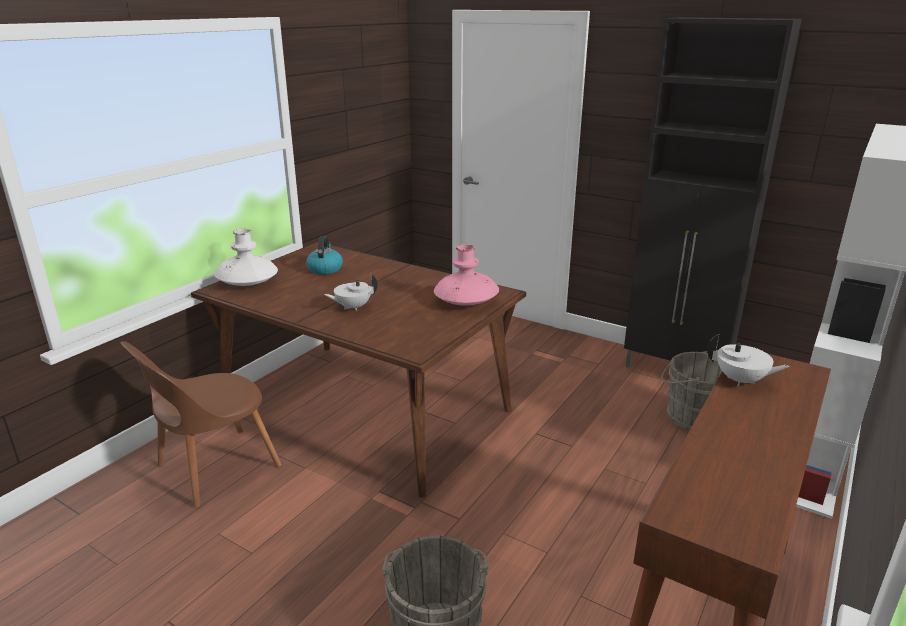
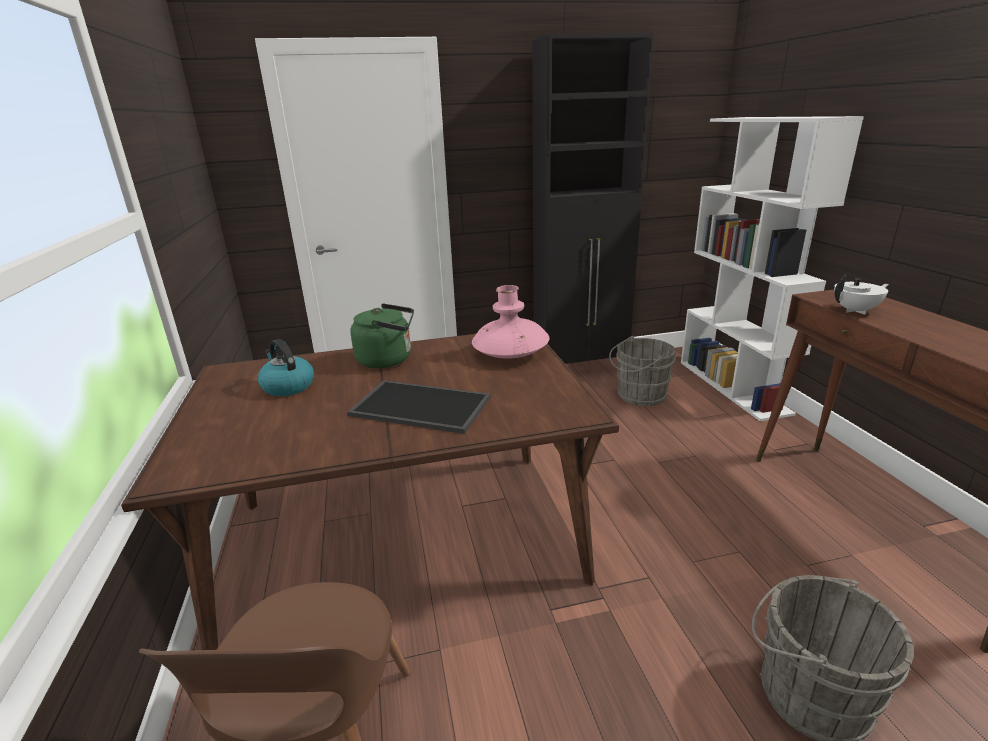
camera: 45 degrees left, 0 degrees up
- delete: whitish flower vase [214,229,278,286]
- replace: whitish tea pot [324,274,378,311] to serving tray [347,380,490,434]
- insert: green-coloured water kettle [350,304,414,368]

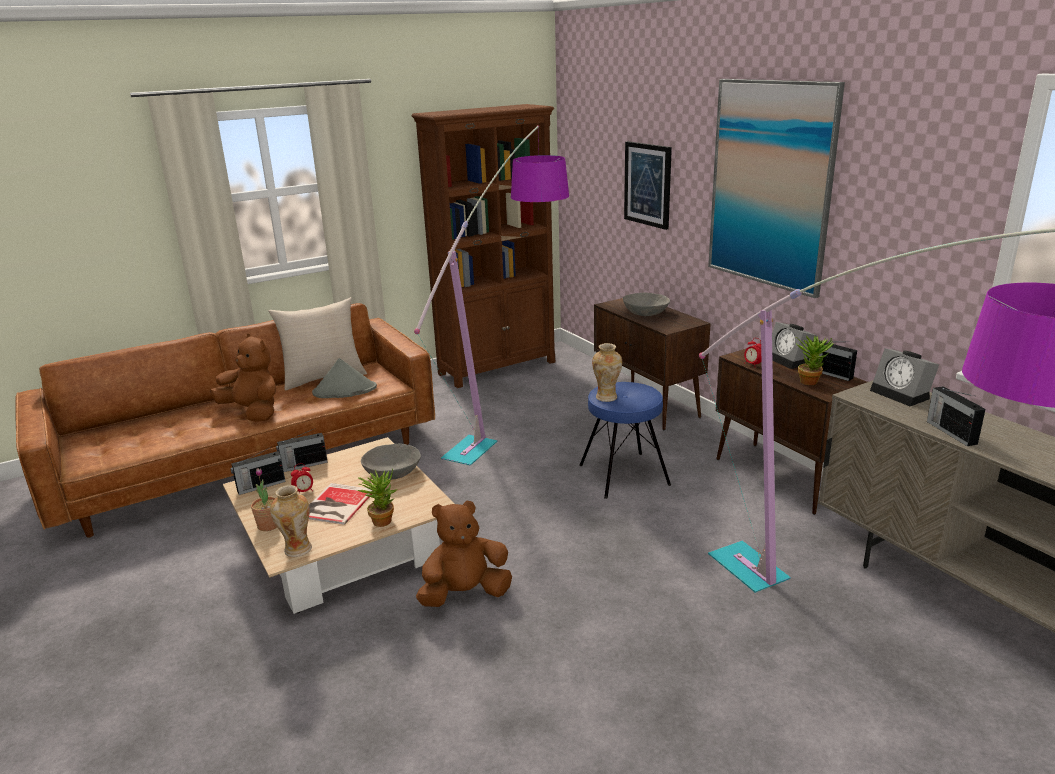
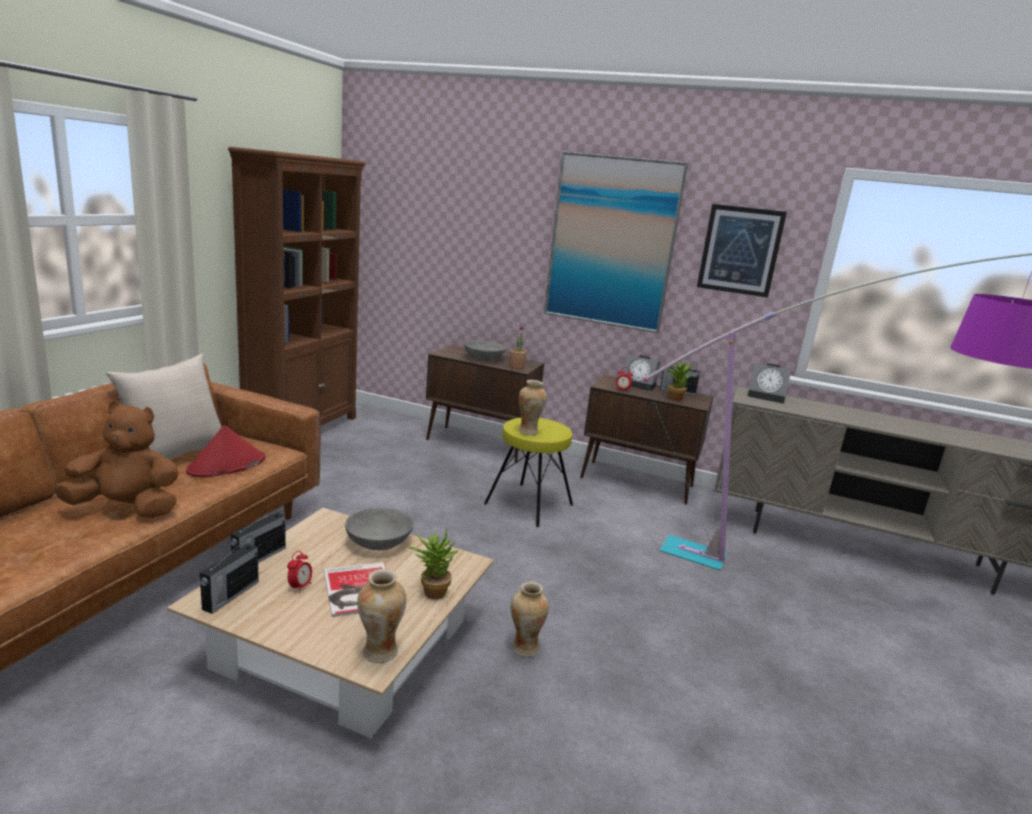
camera: 40 degrees left, 5 degrees down
- delete: standard lamp [414,125,569,466]
- move: wall art [624,141,672,230] to [697,204,787,297]
- recolor: gray clothing hat [312,358,377,398] to reddish clothing hat [186,425,265,477]
- recolor: blue stool seat [579,382,671,499] to yellow stool seat [484,418,573,527]
- delete: radio [927,386,985,446]
- move: houseplant [251,468,277,531] to [510,325,527,369]
- replace: brown plush toy [416,500,512,607] to flower vase [511,581,549,657]

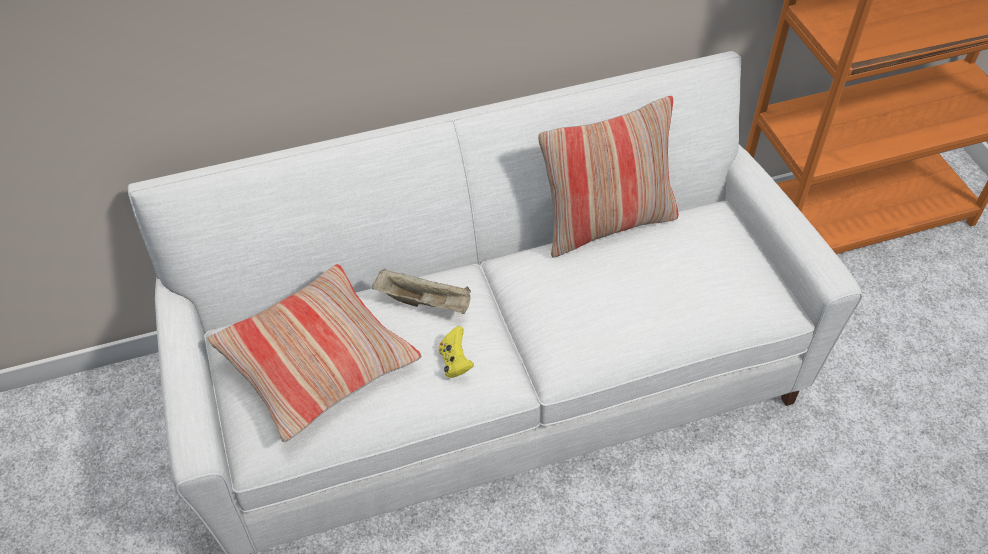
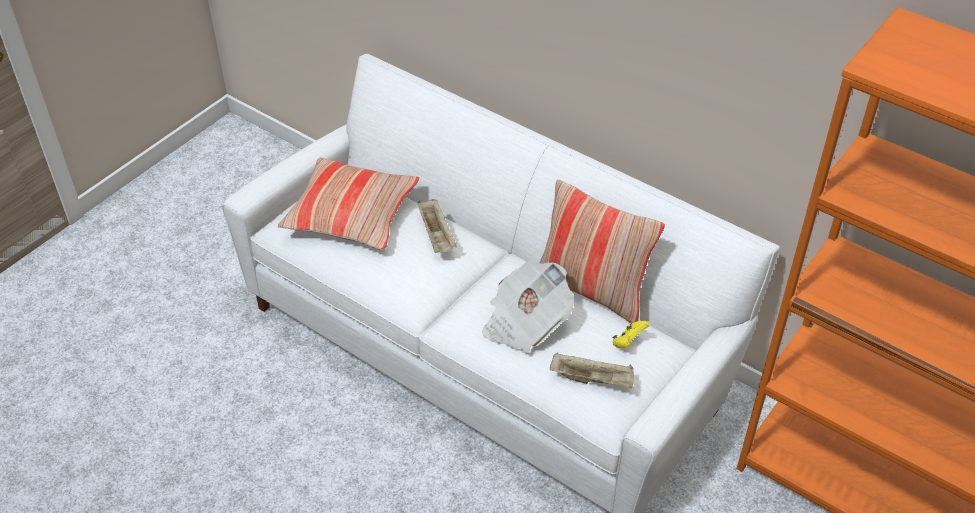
camera: 55 degrees right, 5 degrees down
- move: yellow joypad [438,326,474,378] to [613,321,650,349]
- insert: daily paper [482,261,574,353]
- insert: beige-coloured serving tray [550,353,634,388]

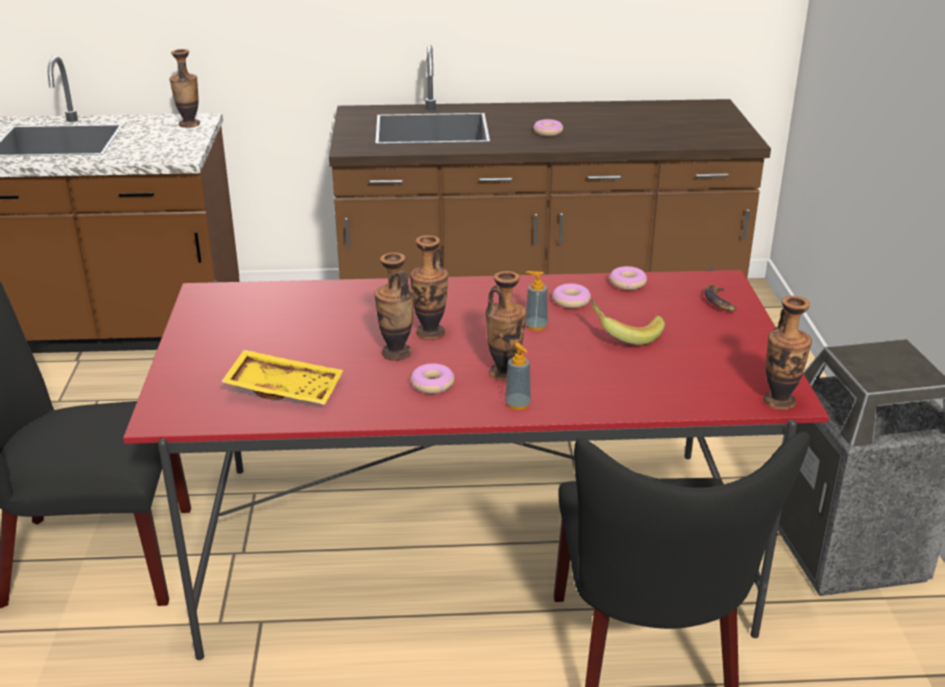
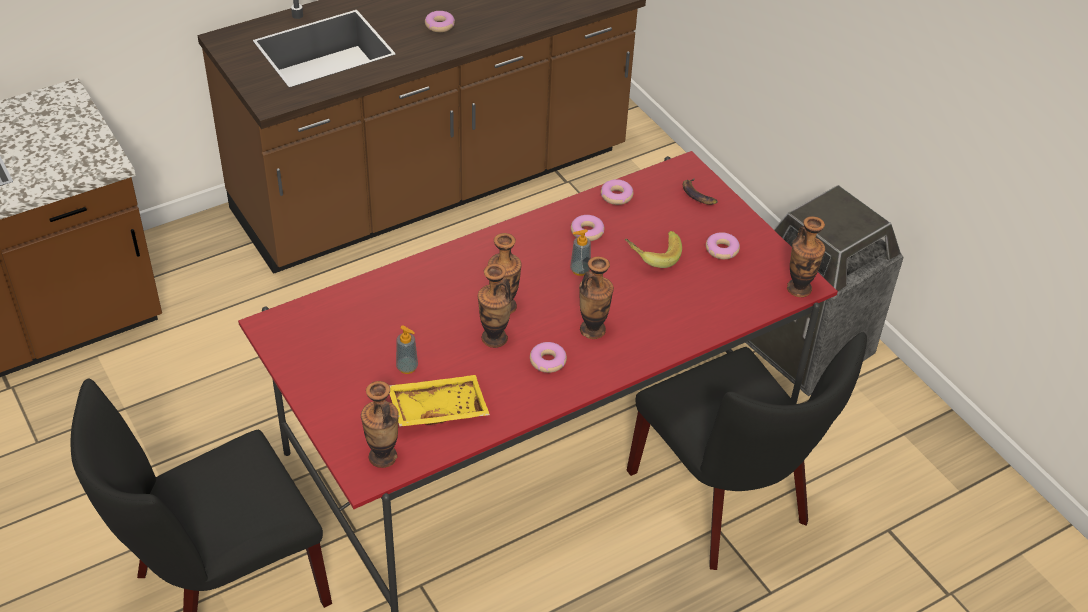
camera: 30 degrees left, 15 degrees up
- move: flower vase [169,49,200,128] to [361,381,399,468]
- move: soap bottle [505,343,531,410] to [396,325,418,374]
- insert: doughnut [706,232,740,259]

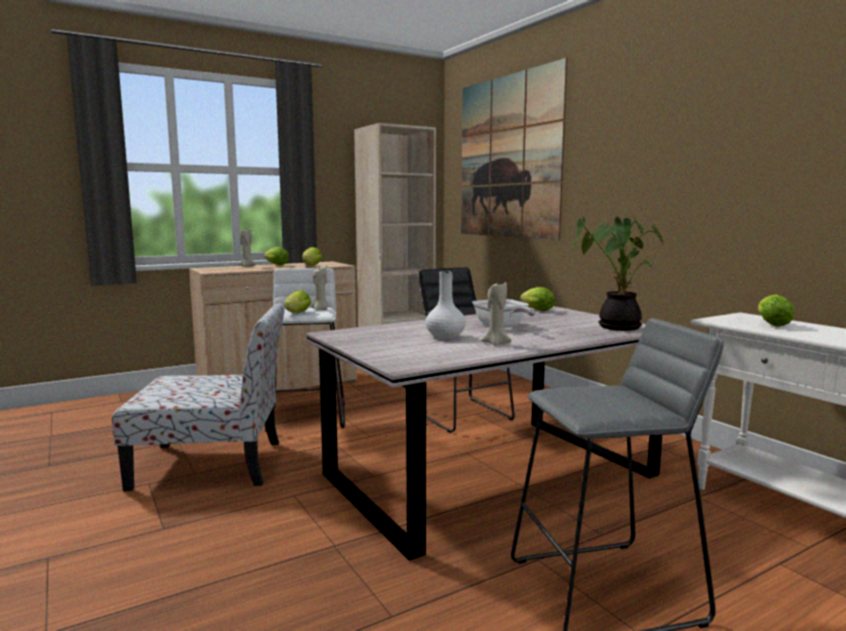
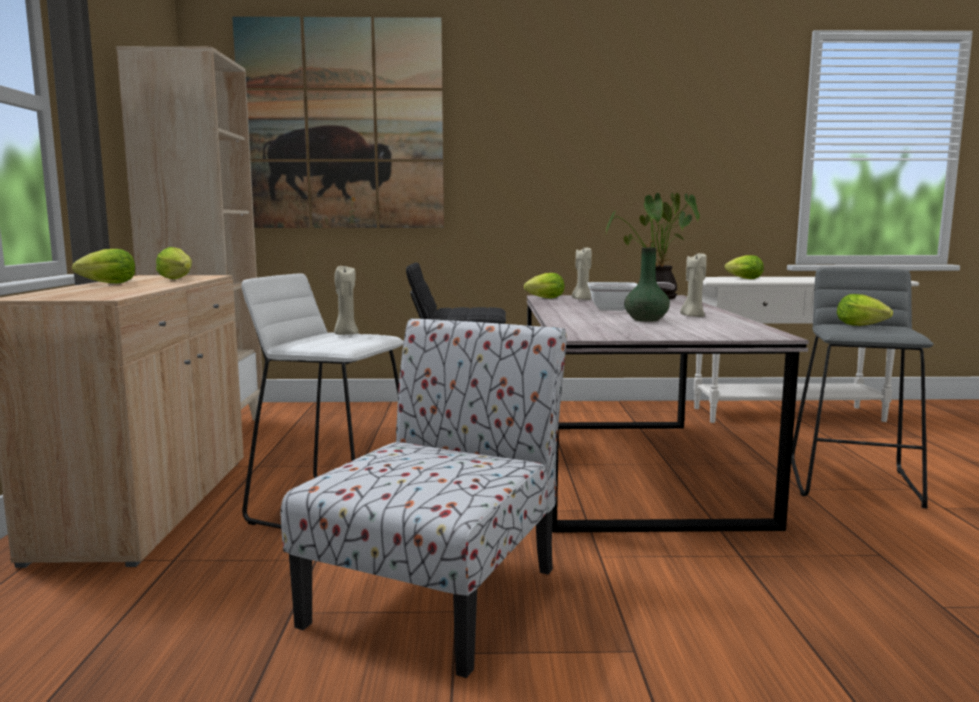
camera: 60 degrees left, 0 degrees up
- move: beige-coloured wax candle [238,229,256,267] to [572,248,592,300]
- recolor: whitish flower vase [426,271,466,339] to green-coloured flower vase [624,247,670,322]
- move: lettuce head [284,290,311,313] to [837,294,893,326]

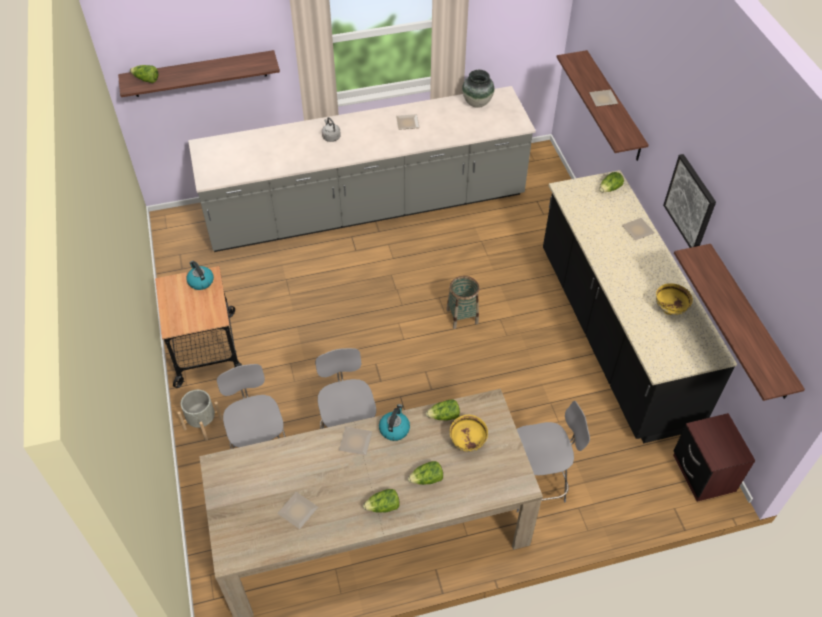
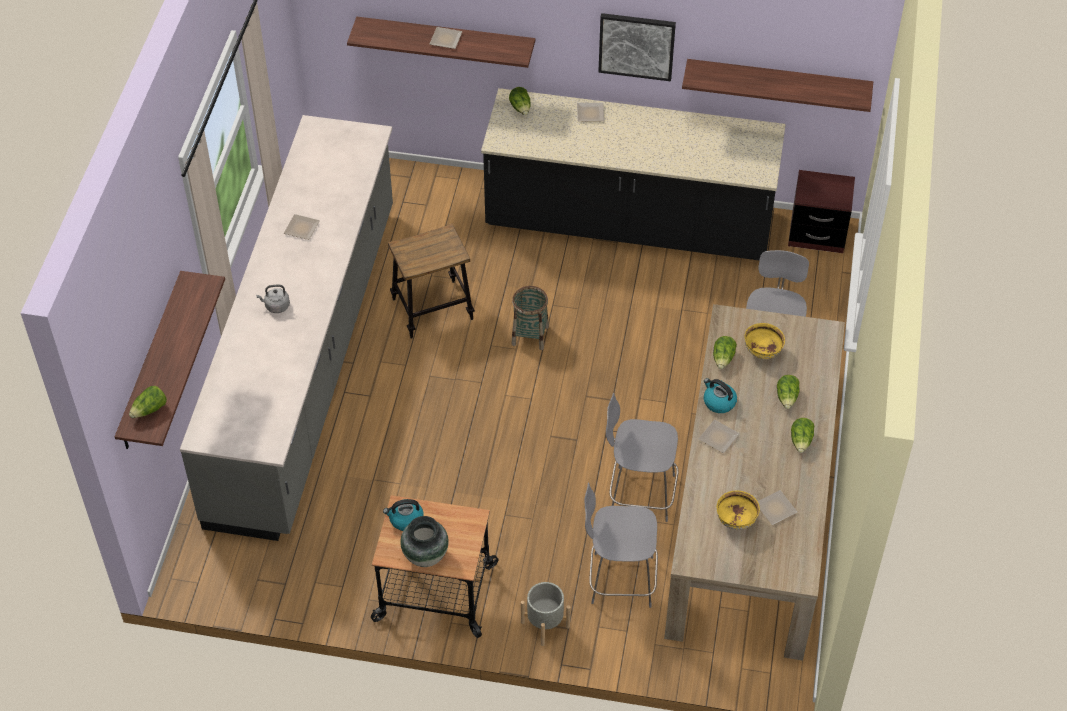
camera: 65 degrees left, 0 degrees up
- move: flower vase [462,70,494,108] to [400,516,449,567]
- move: yellow serving bowl [656,283,693,315] to [716,491,760,530]
- insert: stool seat [388,224,475,339]

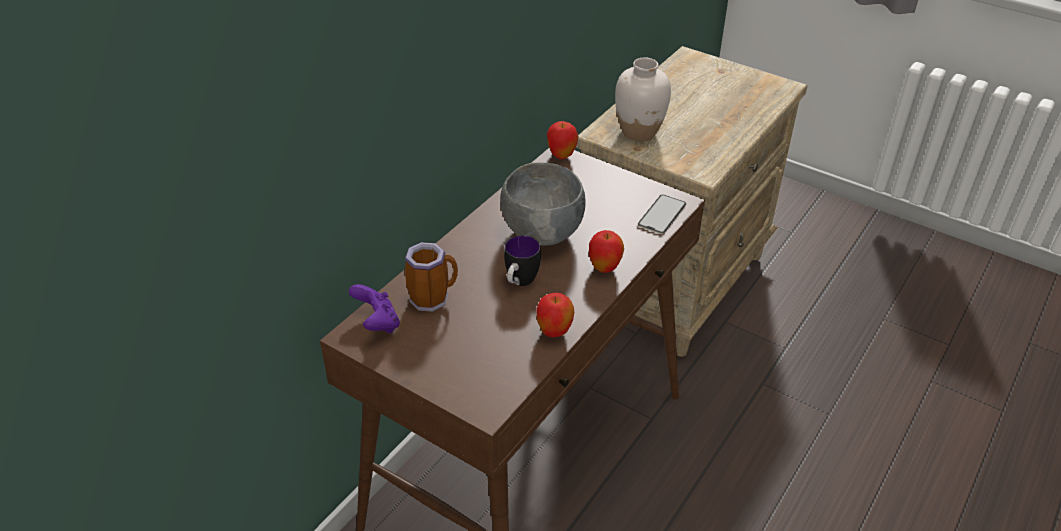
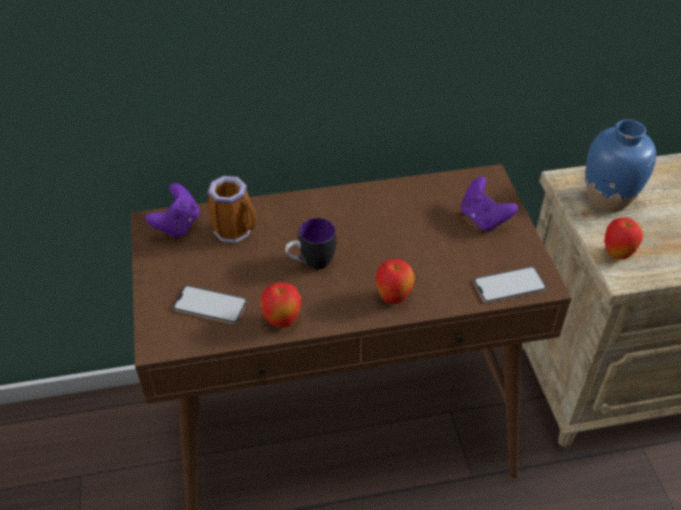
camera: 45 degrees right, 5 degrees up
- recolor: whitish flower vase [615,58,671,141] to blue flower vase [585,119,656,212]
- move: apple [547,121,578,159] to [604,218,643,259]
- delete: gray serving bowl [500,162,585,246]
- insert: purple joypad [461,177,518,232]
- insert: handset [173,285,247,324]

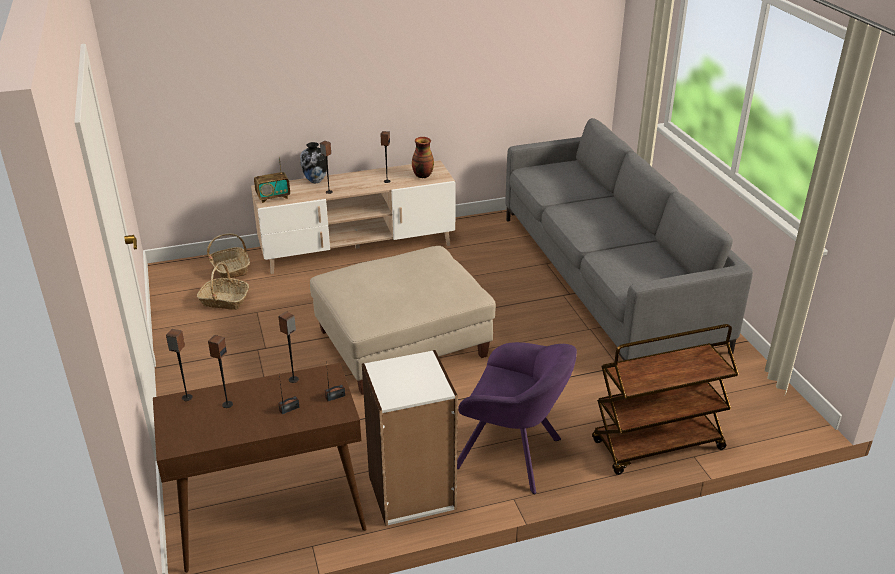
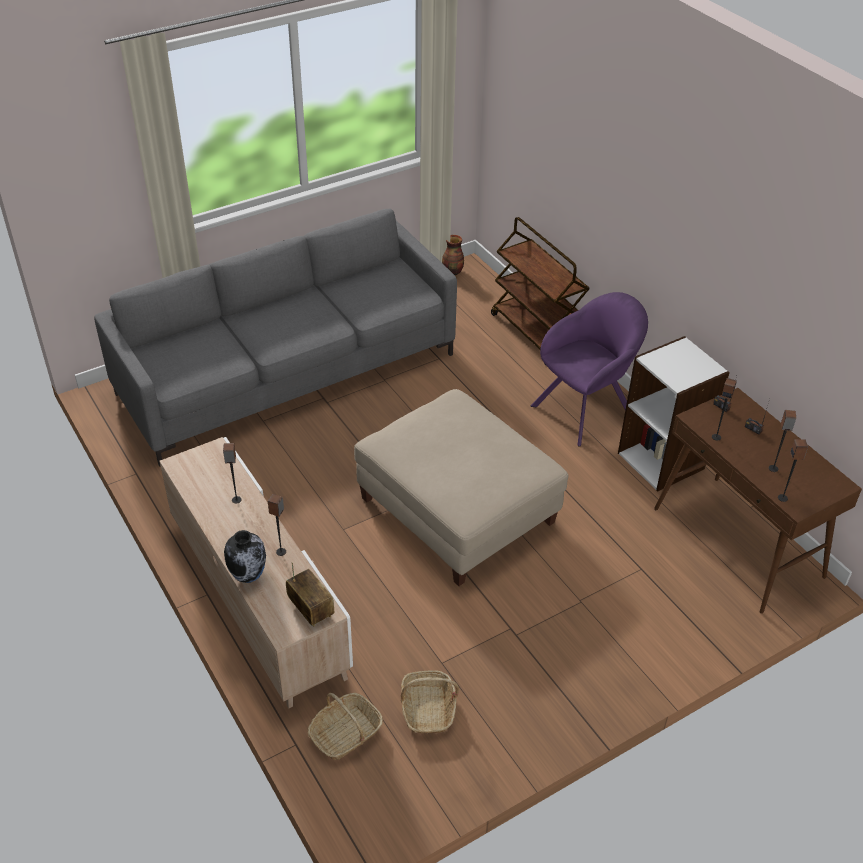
camera: 105 degrees left, 10 degrees up
- move: flower vase [412,137,434,178] to [442,235,464,275]
- rotate: purple armchair [457,342,577,494] = [531,292,648,446] 45 degrees clockwise

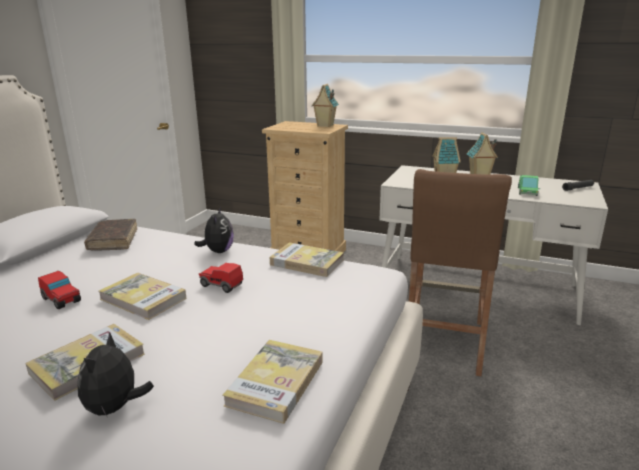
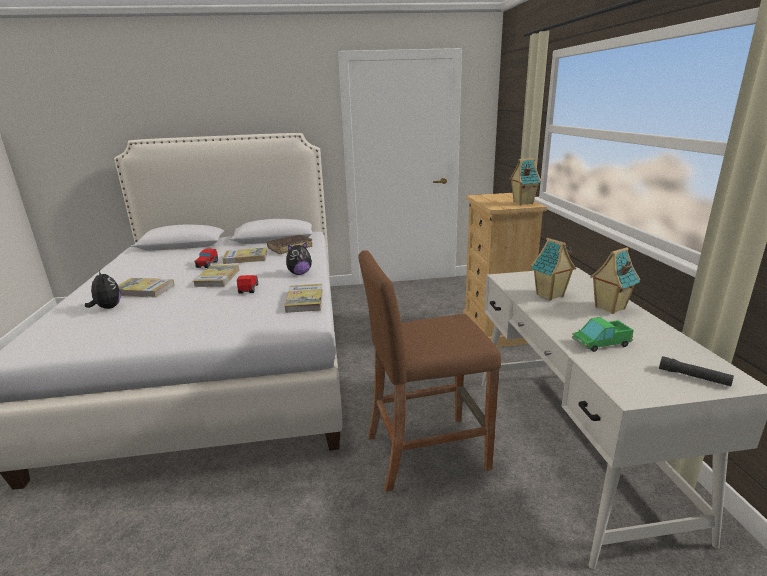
camera: 60 degrees right, 0 degrees up
- rotate: plush toy [77,332,154,418] = [85,269,121,309] 75 degrees clockwise
- move: book [222,340,322,424] to [222,248,267,264]

